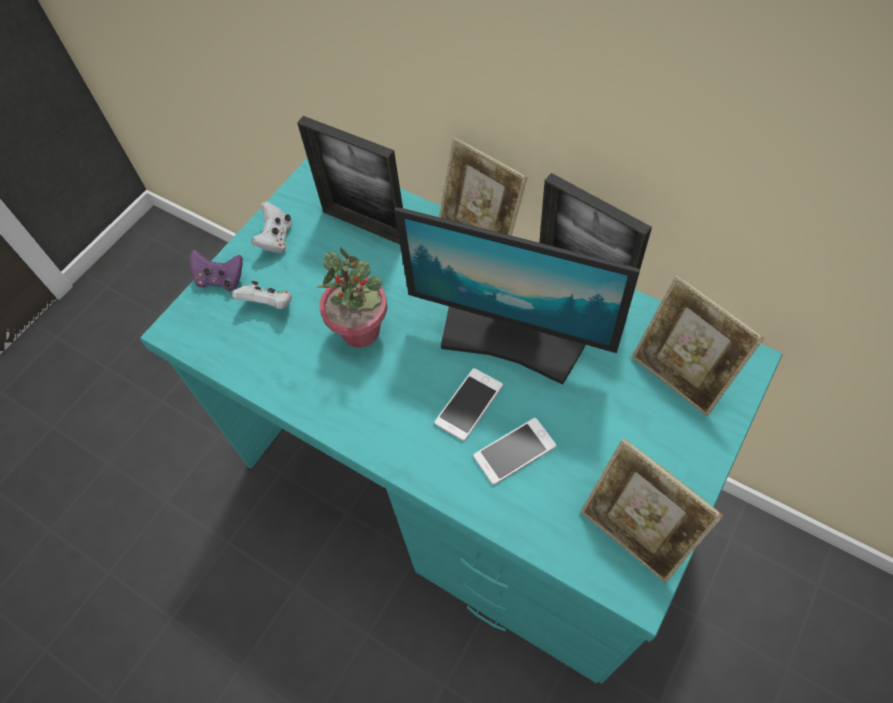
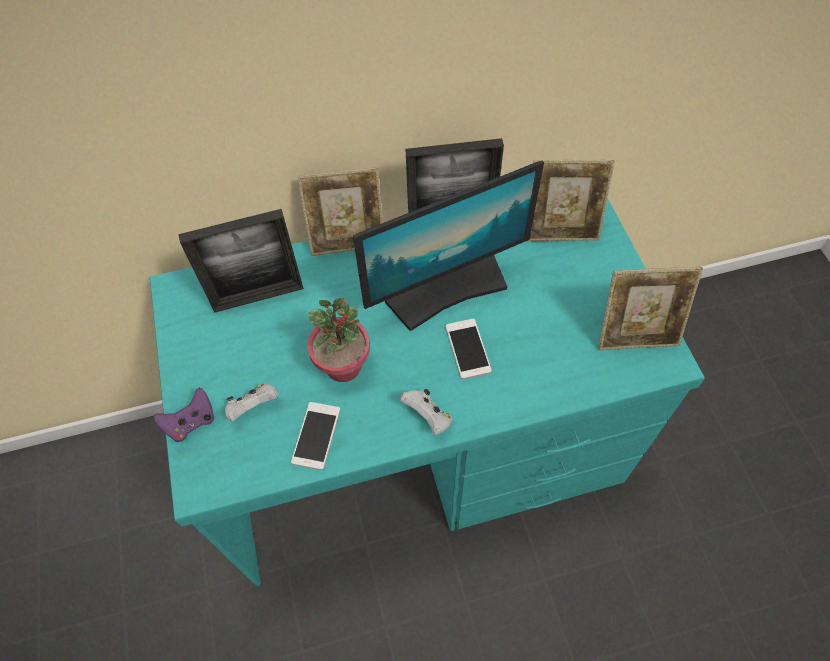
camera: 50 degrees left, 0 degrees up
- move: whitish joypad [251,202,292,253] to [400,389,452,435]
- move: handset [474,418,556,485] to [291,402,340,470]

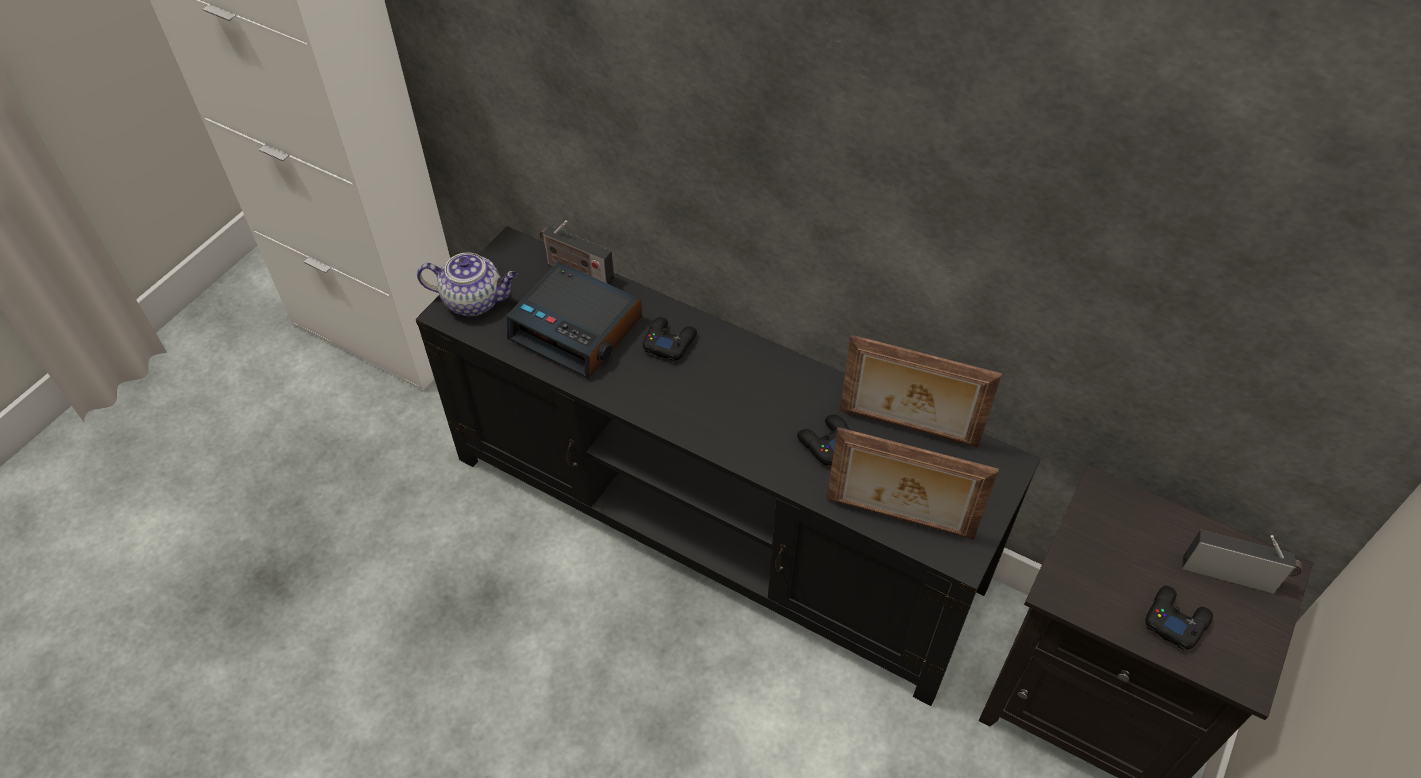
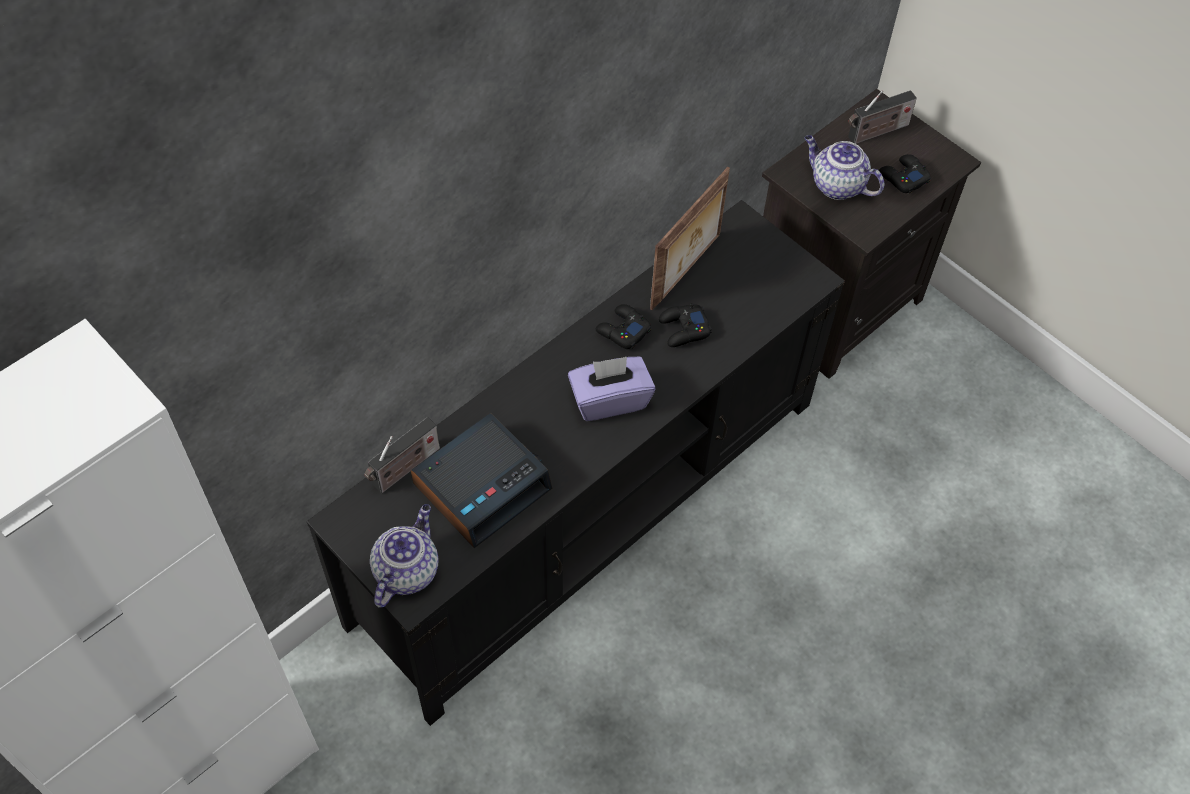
camera: 75 degrees left, 5 degrees up
- move: black-coloured joypad [643,317,697,361] to [596,304,651,349]
- delete: photo frame [827,427,999,539]
- rotate: radio [1182,529,1302,594] = [848,90,917,144] 150 degrees counterclockwise
- insert: tea pot [805,135,884,200]
- insert: purple tissue box [568,357,655,421]

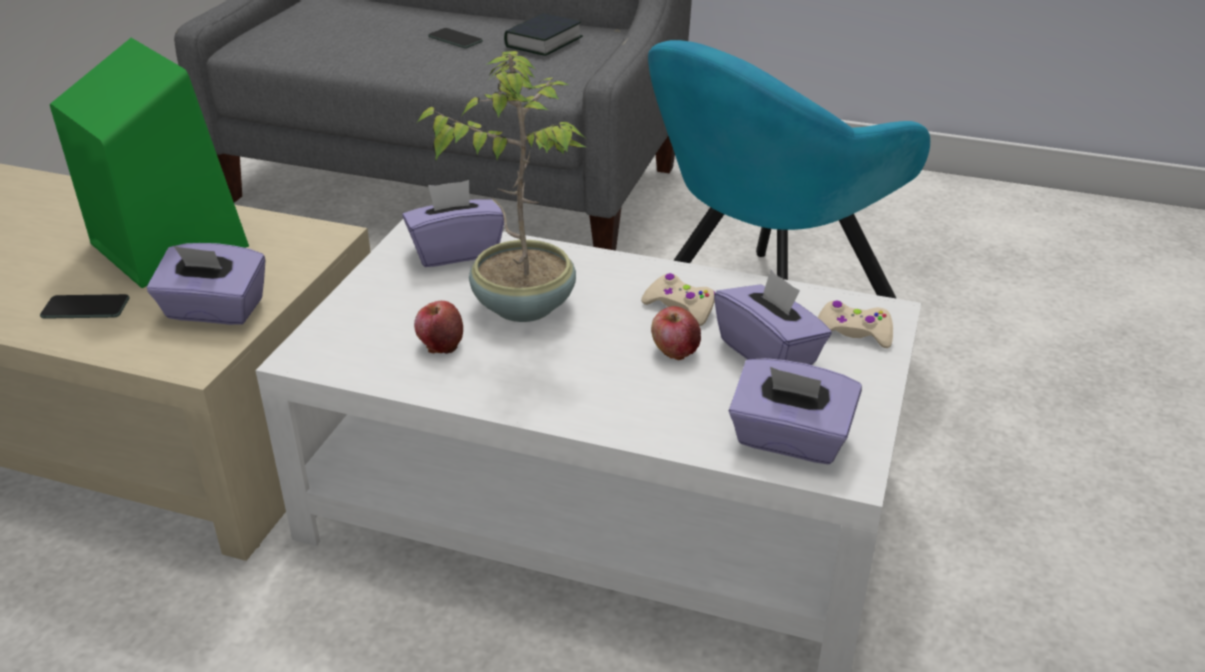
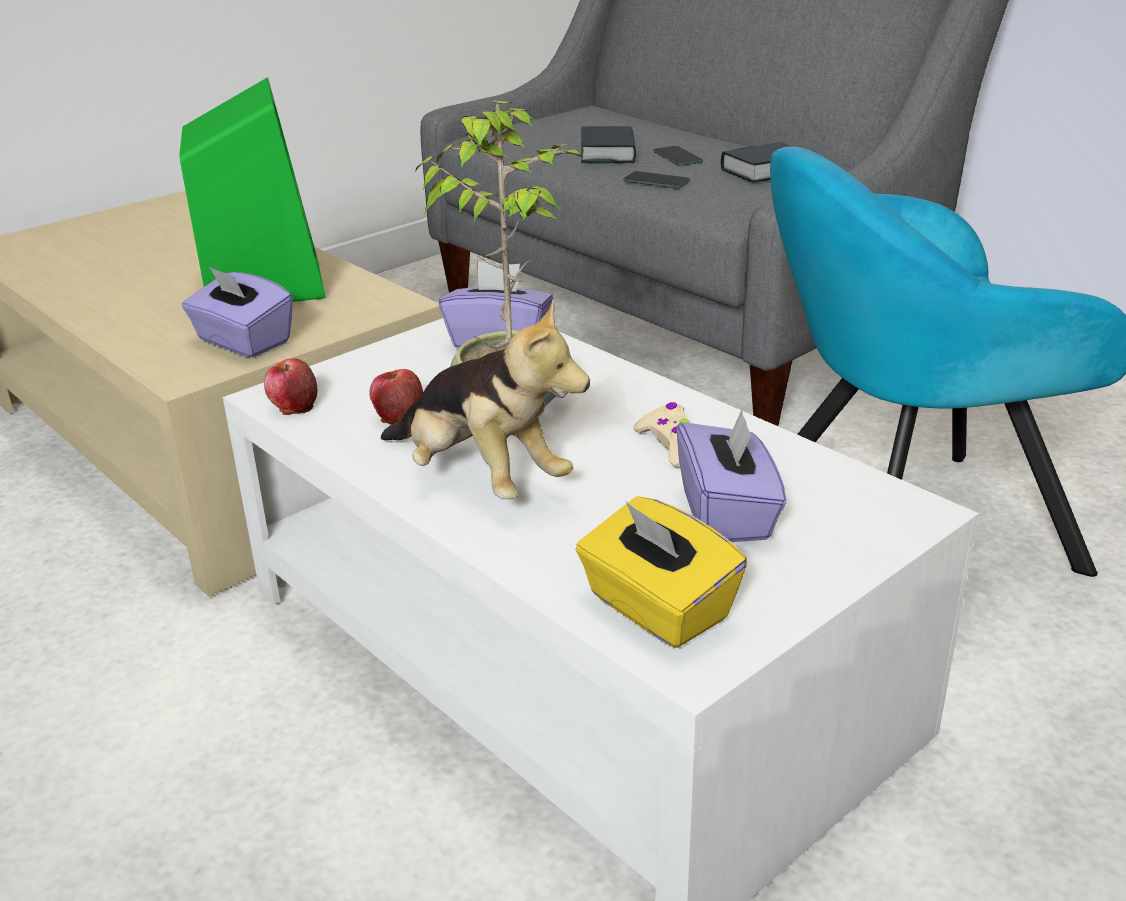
camera: 30 degrees right, 5 degrees down
- move: handset [40,294,129,319] to [623,171,690,188]
- delete: beige-coloured joypad [818,300,893,348]
- move: apple [651,306,701,361] to [264,358,317,415]
- recolor: purple tissue box [729,358,862,464] to yellow tissue box [575,496,748,648]
- insert: book [581,126,636,163]
- insert: plush toy [381,300,590,499]

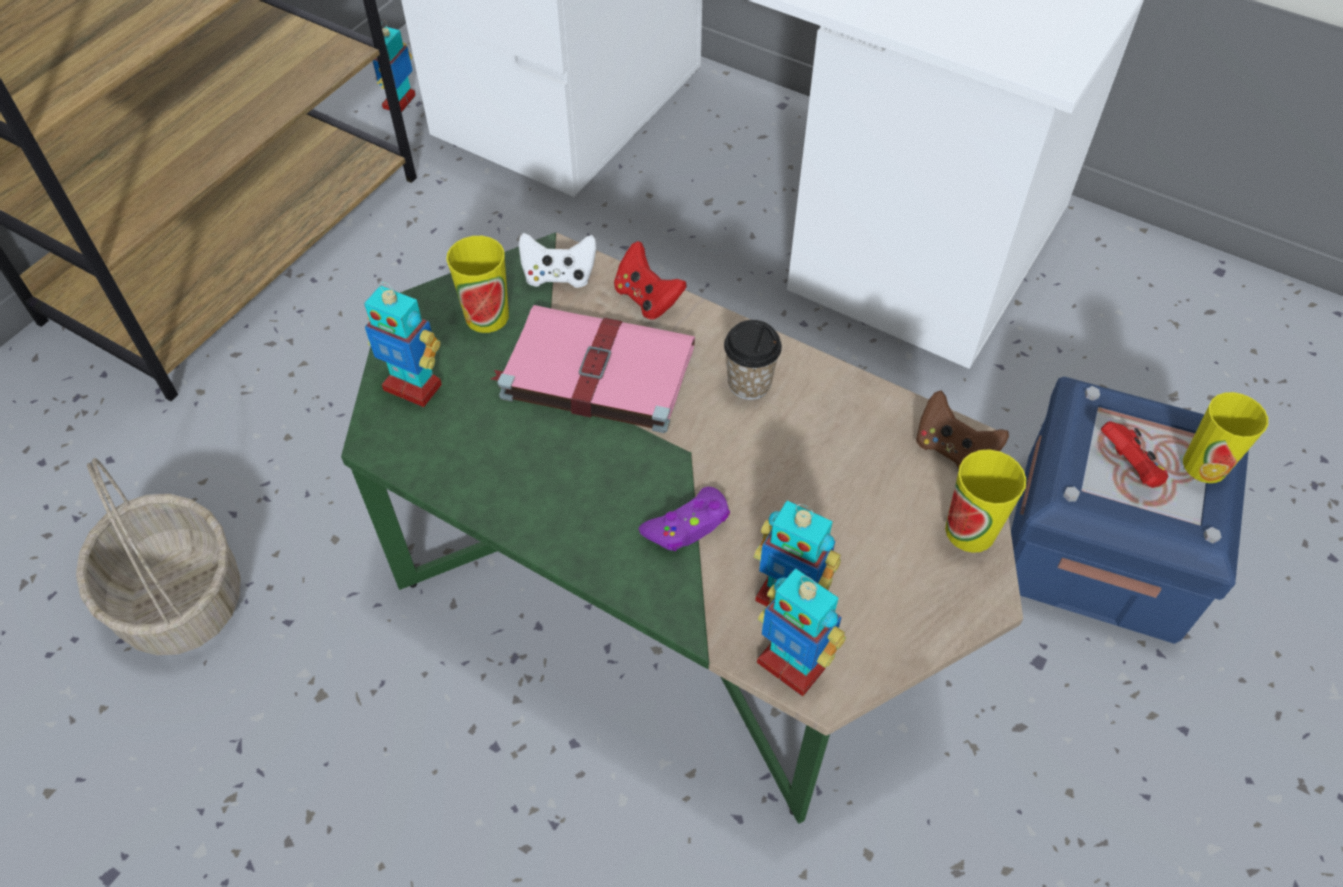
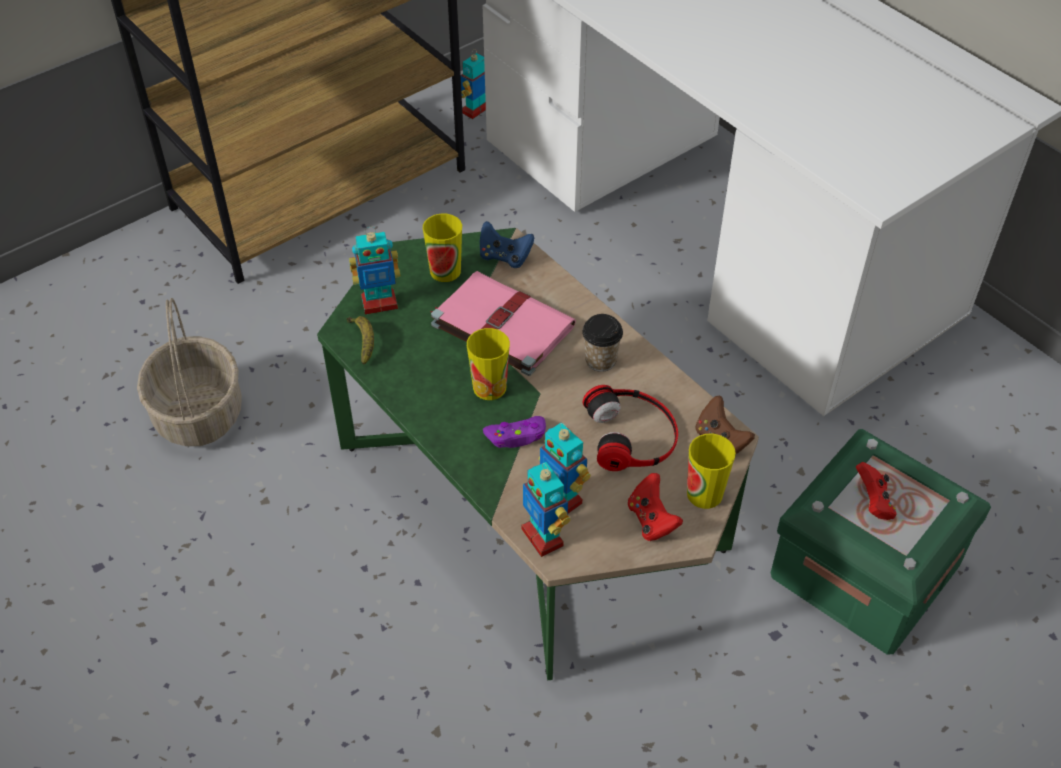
camera: 20 degrees right, 5 degrees down
- recolor: whitish joypad [519,233,597,288] to blue joypad [480,221,534,268]
- move: reddish joypad [614,241,687,320] to [628,473,683,541]
- rotate: model robot [364,282,442,407] = [349,227,400,314] 60 degrees counterclockwise
- recolor: blue storage container [1011,376,1249,644] to green-coloured storage container [771,429,991,655]
- move: cup [1183,392,1268,483] to [467,328,510,400]
- insert: whole banana [347,316,374,364]
- insert: headset [583,385,678,471]

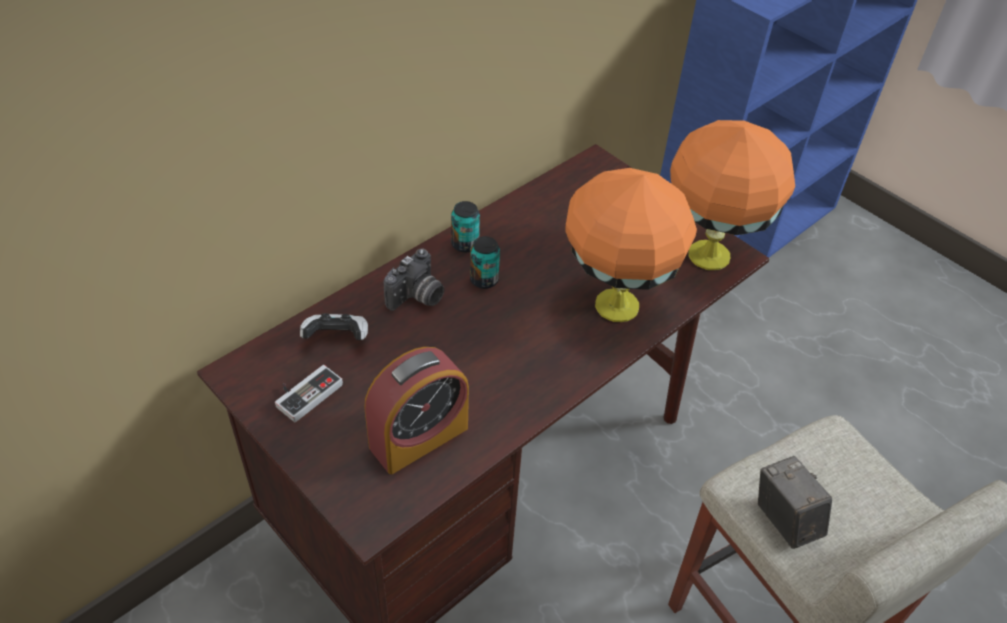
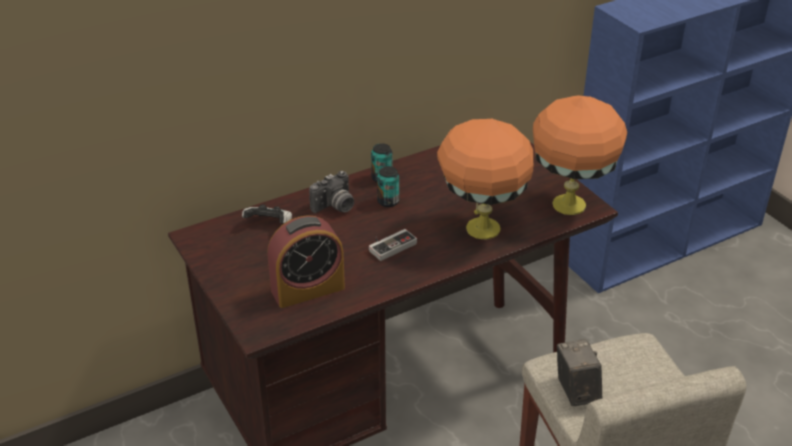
camera: 15 degrees right, 10 degrees down
- move: joypad [275,365,343,422] to [369,229,417,261]

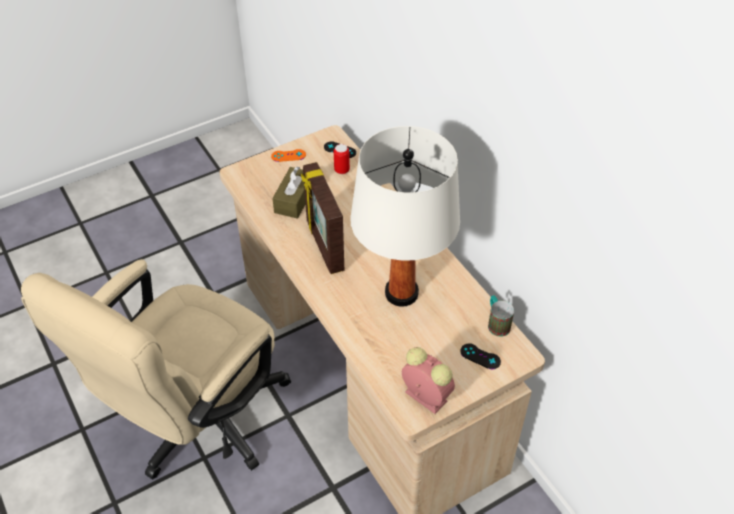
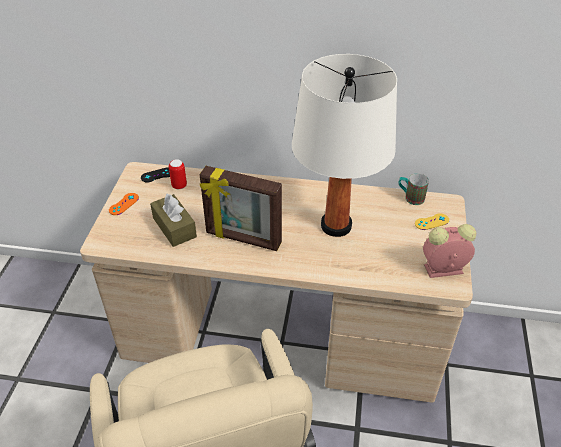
camera: 50 degrees left, 5 degrees down
- recolor: black-coloured joypad [460,343,501,369] to yellow joypad [415,213,449,230]

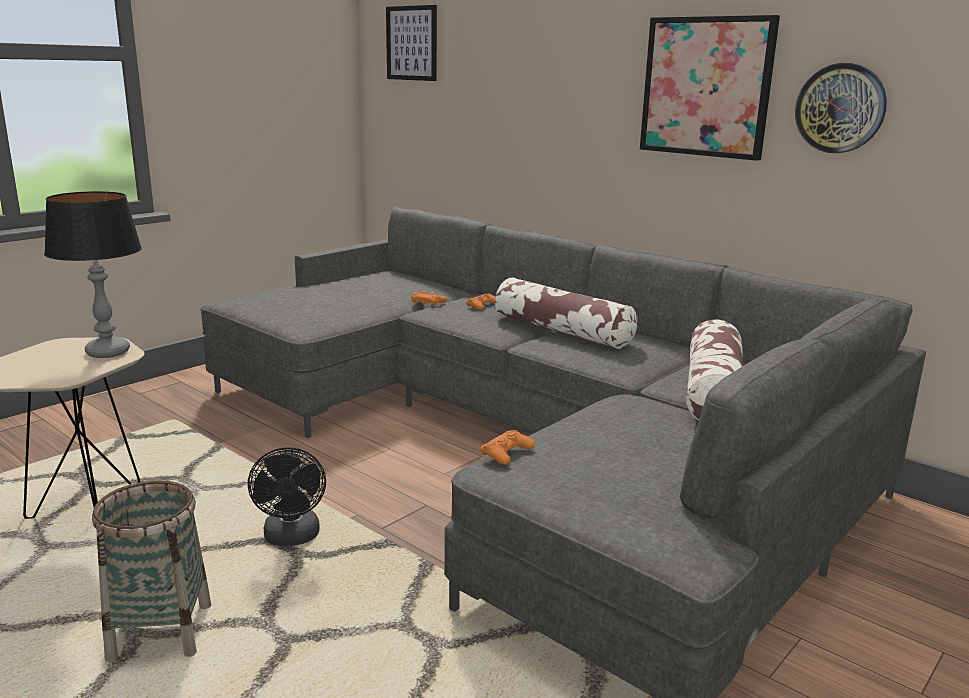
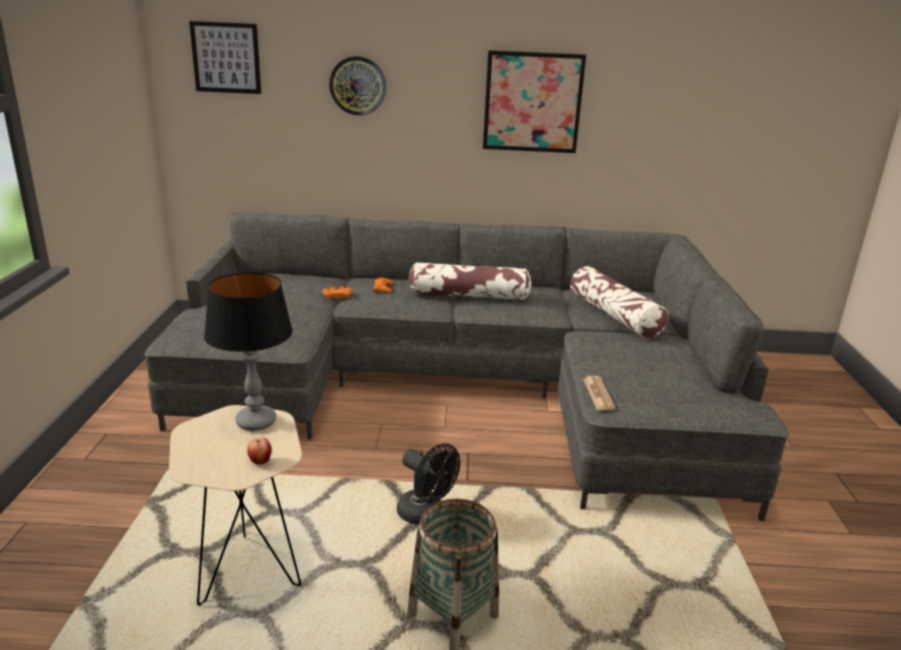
camera: 40 degrees left, 5 degrees up
- move: clock on the wall [795,63,887,153] to [329,56,386,115]
- replace: orangey joypad [480,430,535,465] to daily paper [583,376,616,410]
- insert: apple [247,437,272,465]

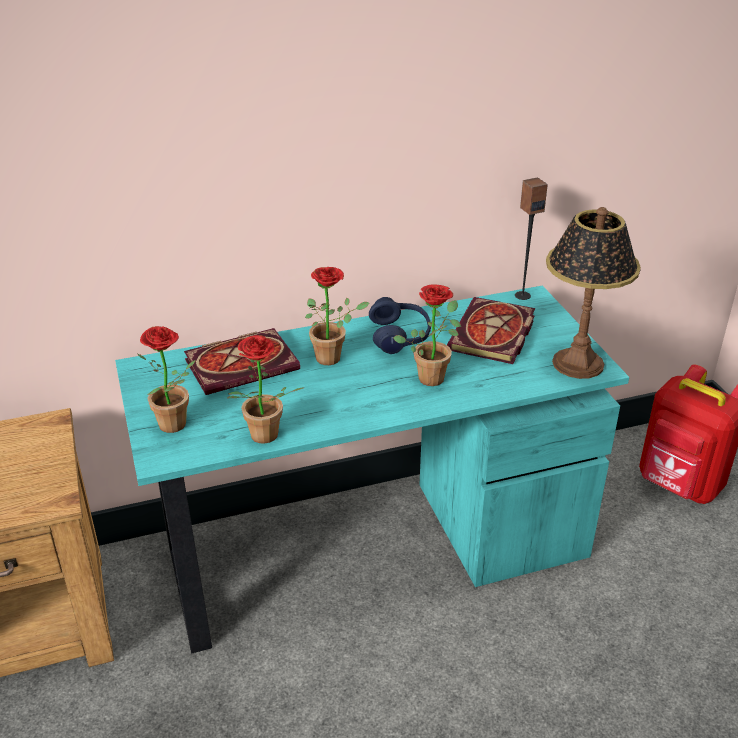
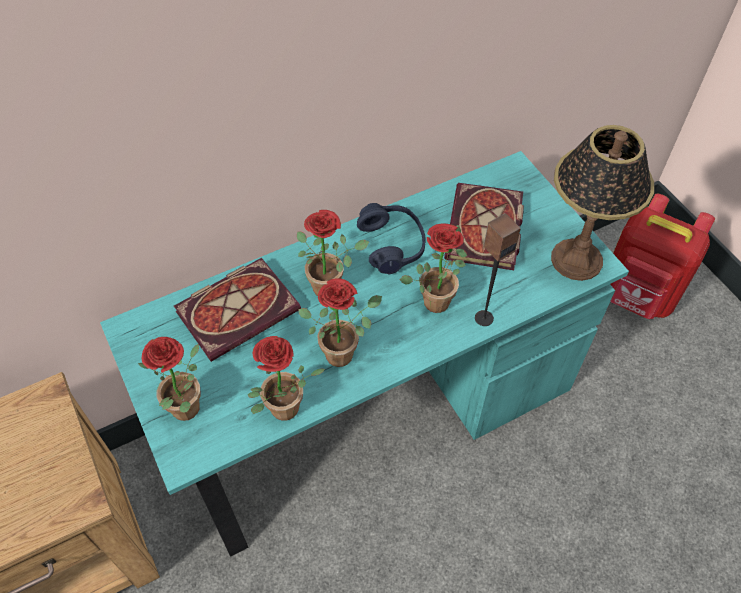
camera: 10 degrees left, 20 degrees up
- move: speaker [515,177,548,300] to [475,213,521,326]
- insert: houseplant [298,279,382,367]

